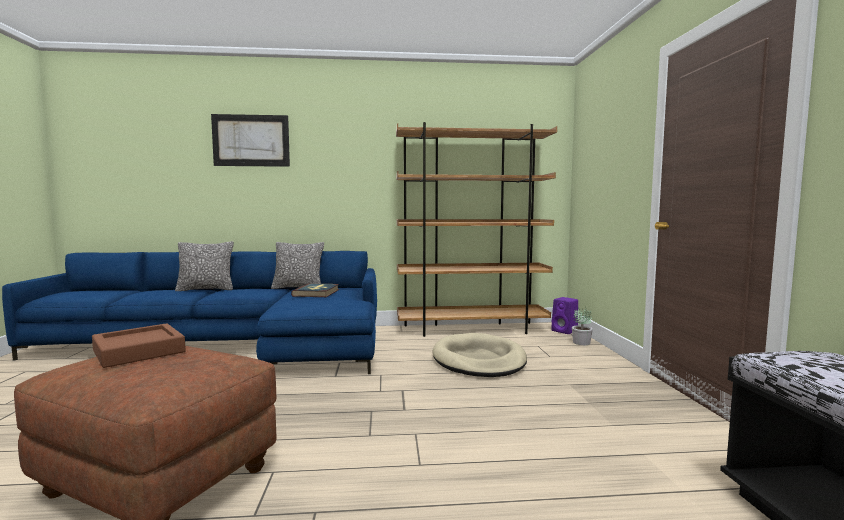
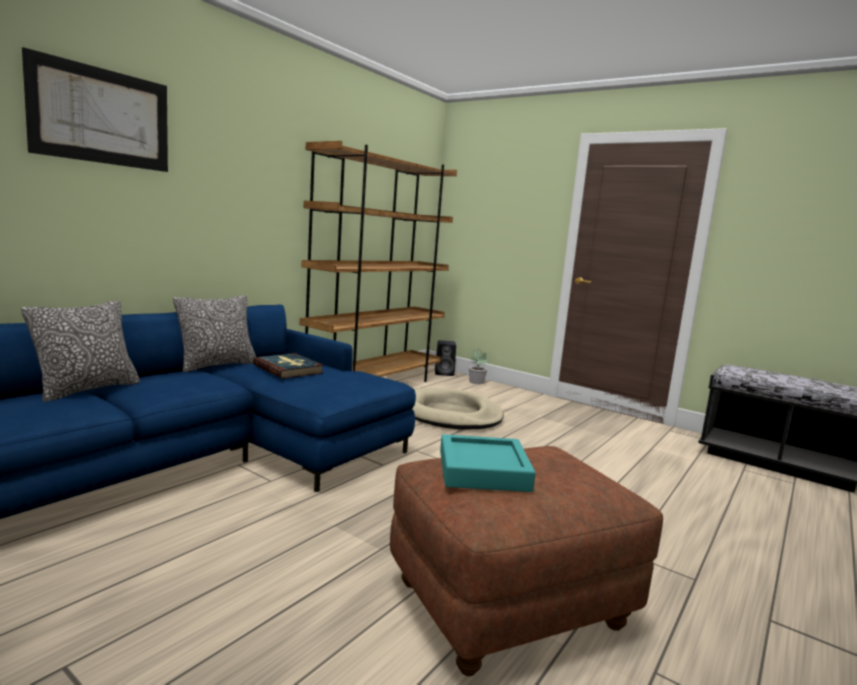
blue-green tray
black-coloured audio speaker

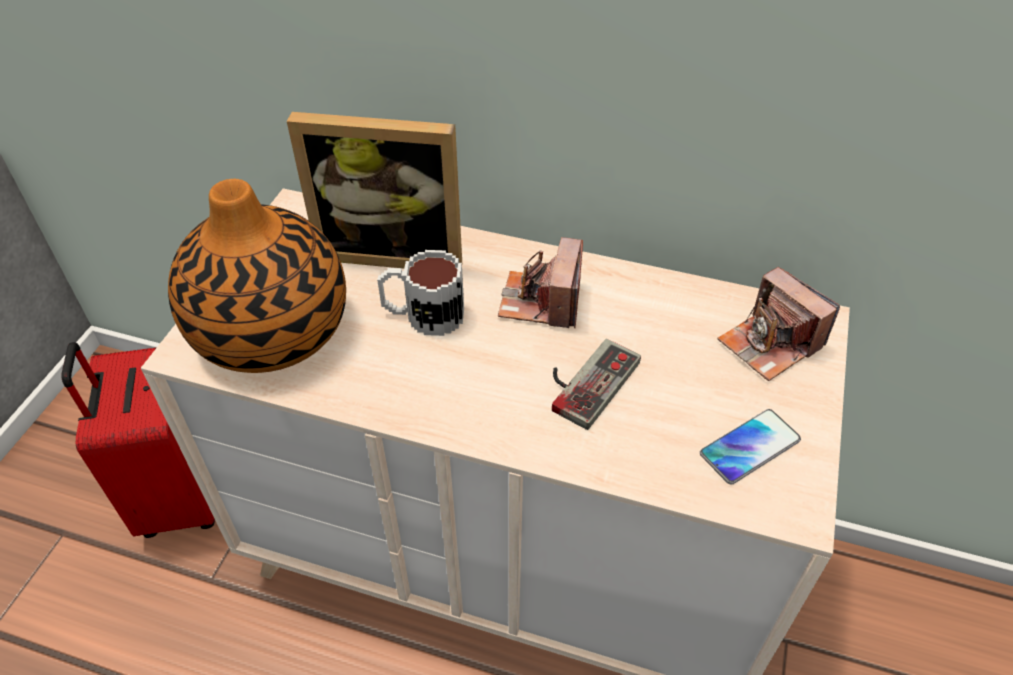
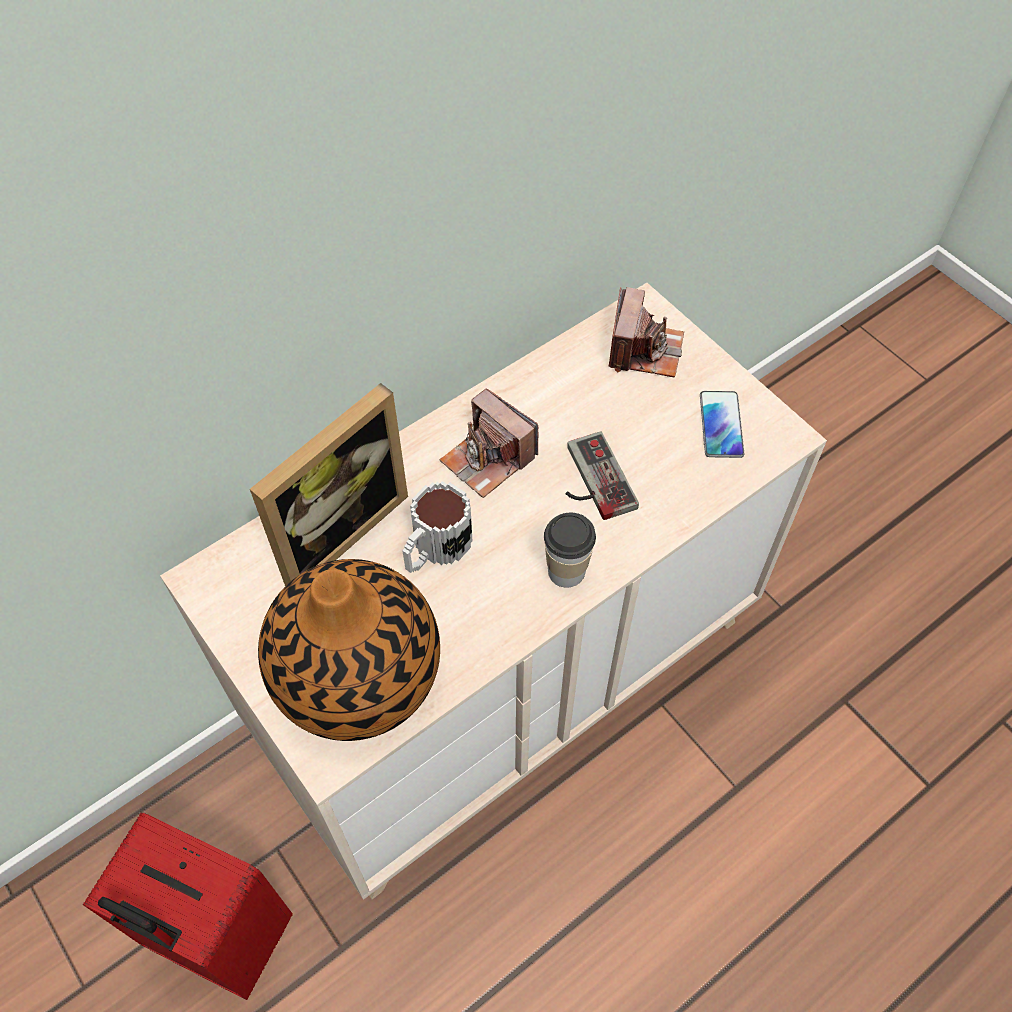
drinking cup
still camera (2nd from left)

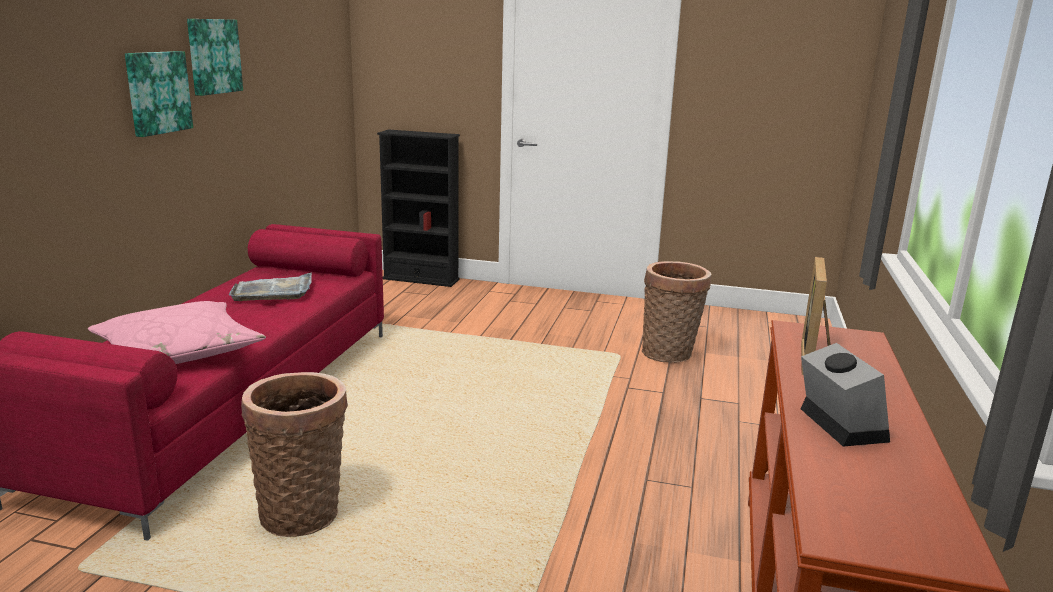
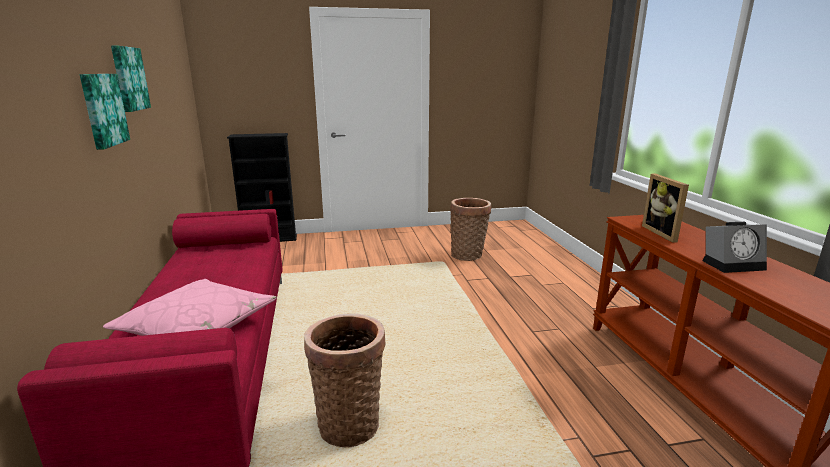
greyish tray
table clock

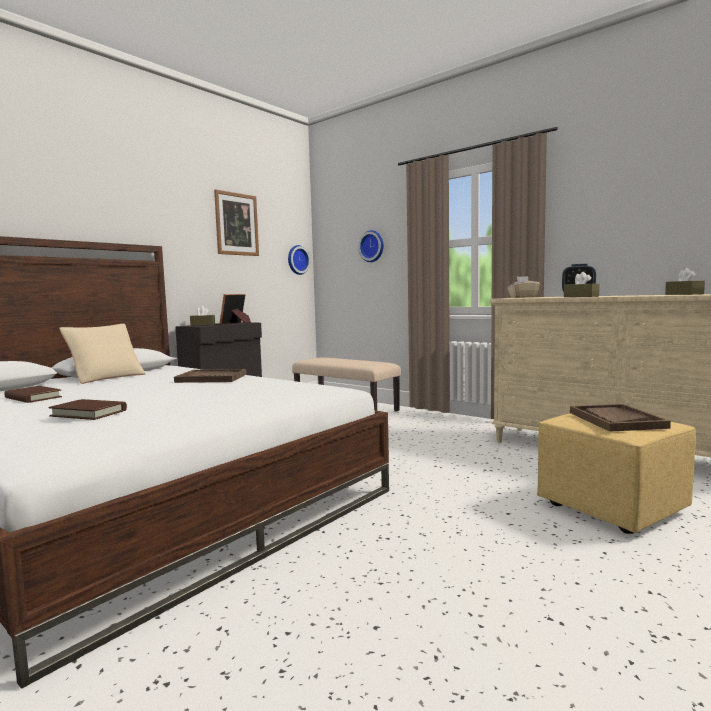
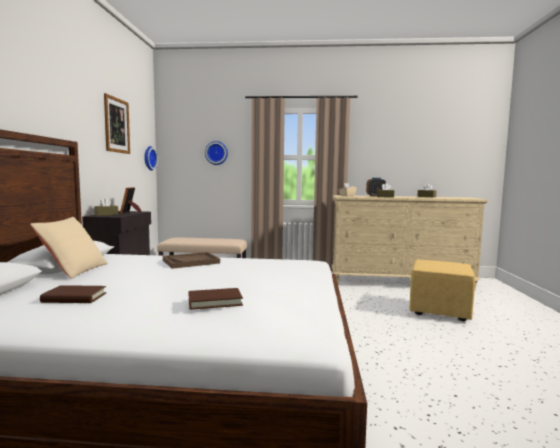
brown tray (2nd from left in the first image)

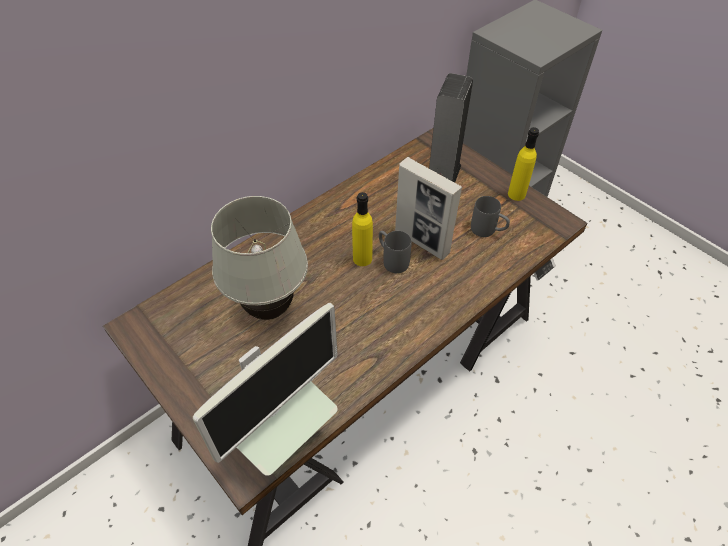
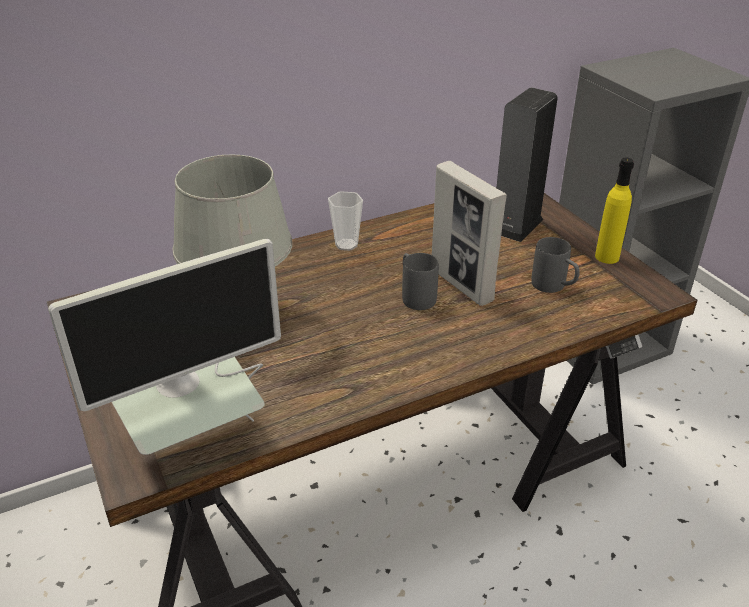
yellow drink bottle (1st from left in the first image)
drinking cup

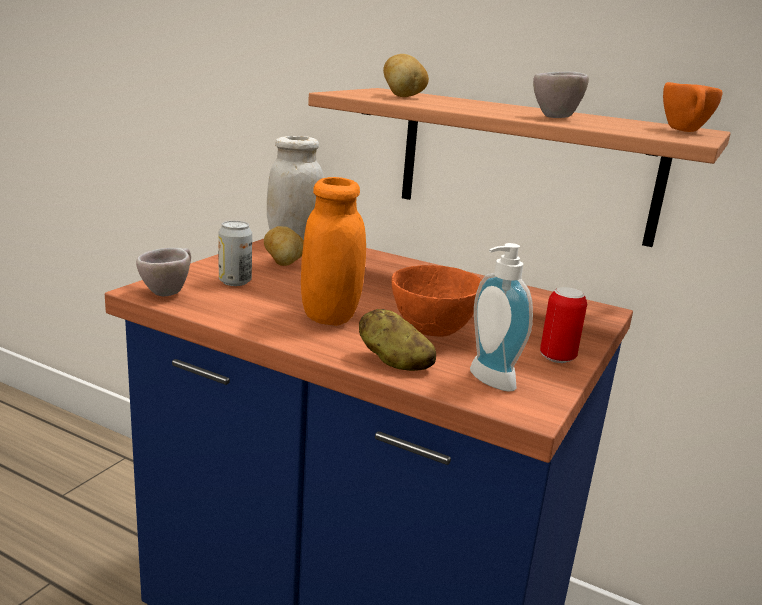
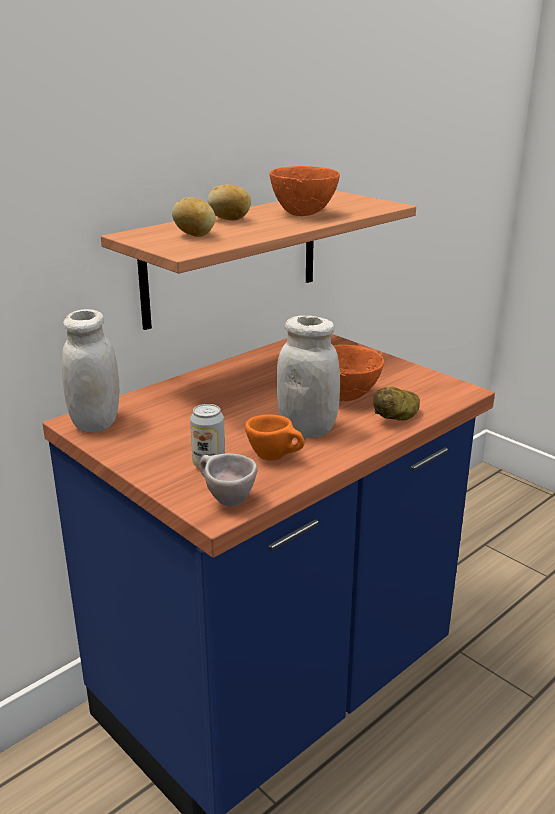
soap dispenser
metal can (2nd from left in the first image)
spud (2nd from left)
orange-coloured drinking cup
orange-coloured serving bowl (1st from left)
white-coloured jar (2nd from left)

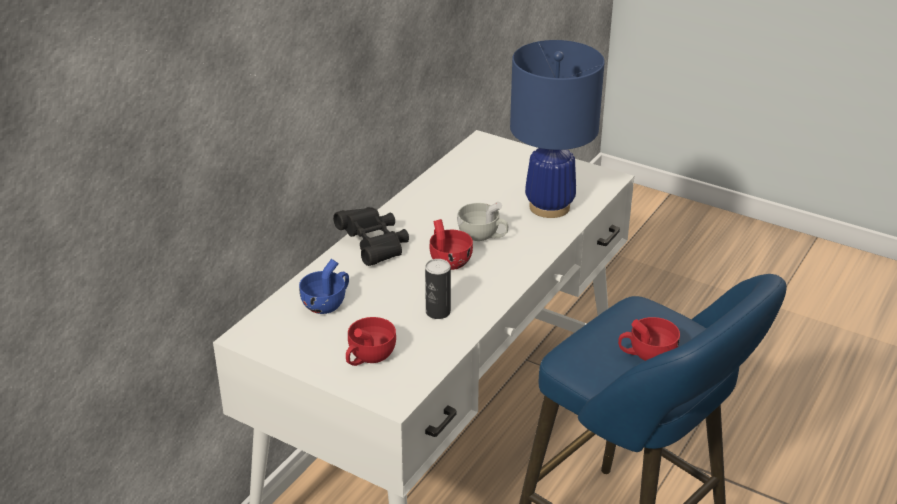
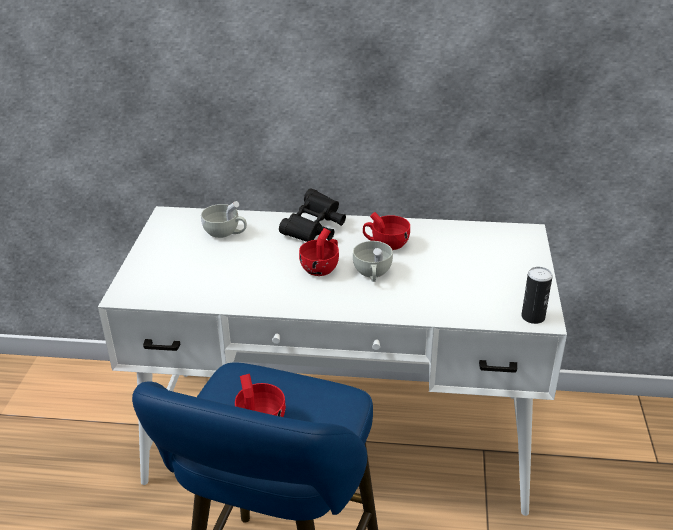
blue-coloured lamp for a table
red drinking cup (3rd from left)
metal can
white-coloured drinking cup (1st from left)

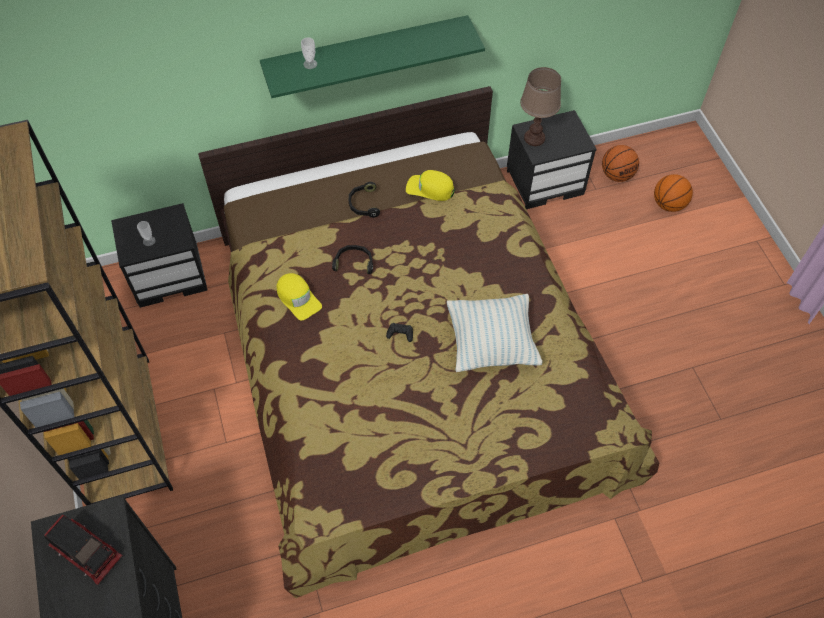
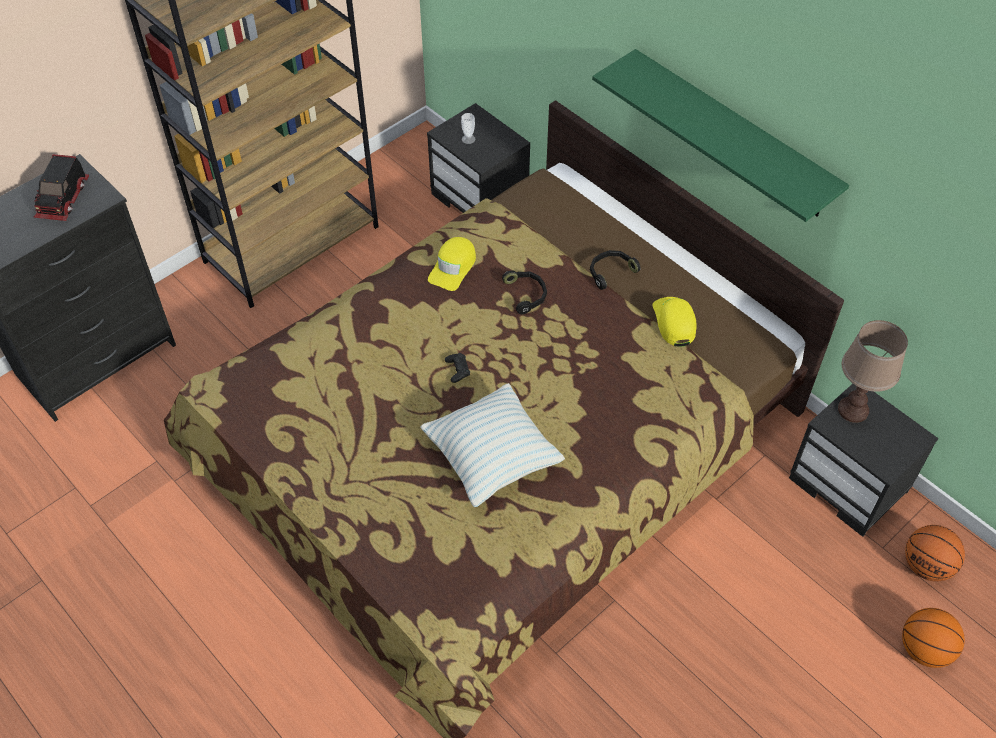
drinking cup (2nd from left in the first image)

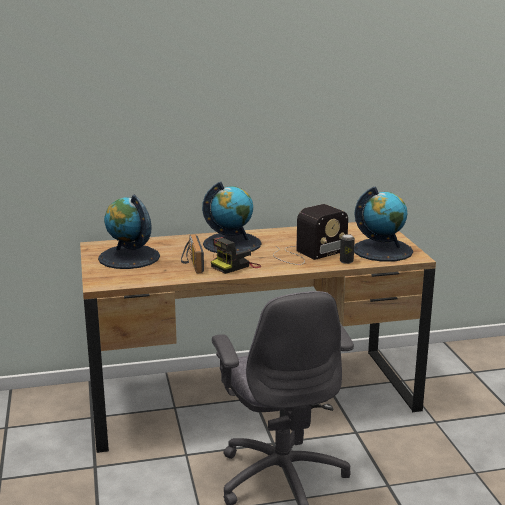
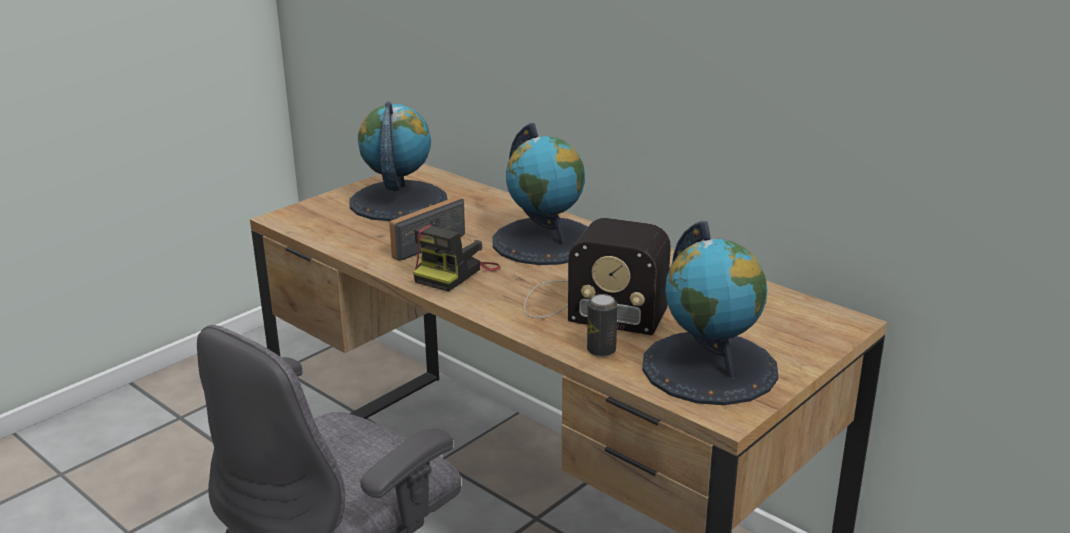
still camera

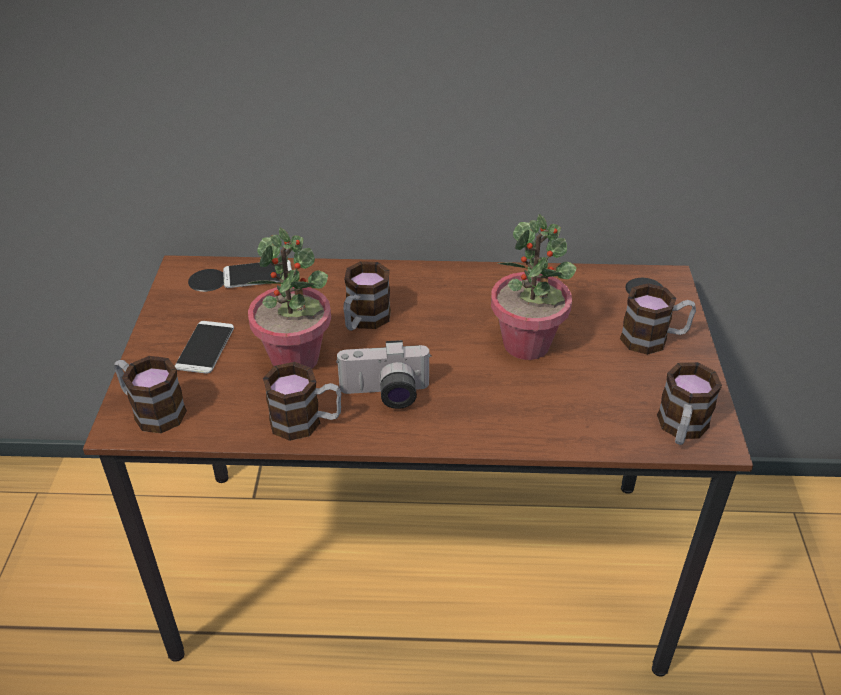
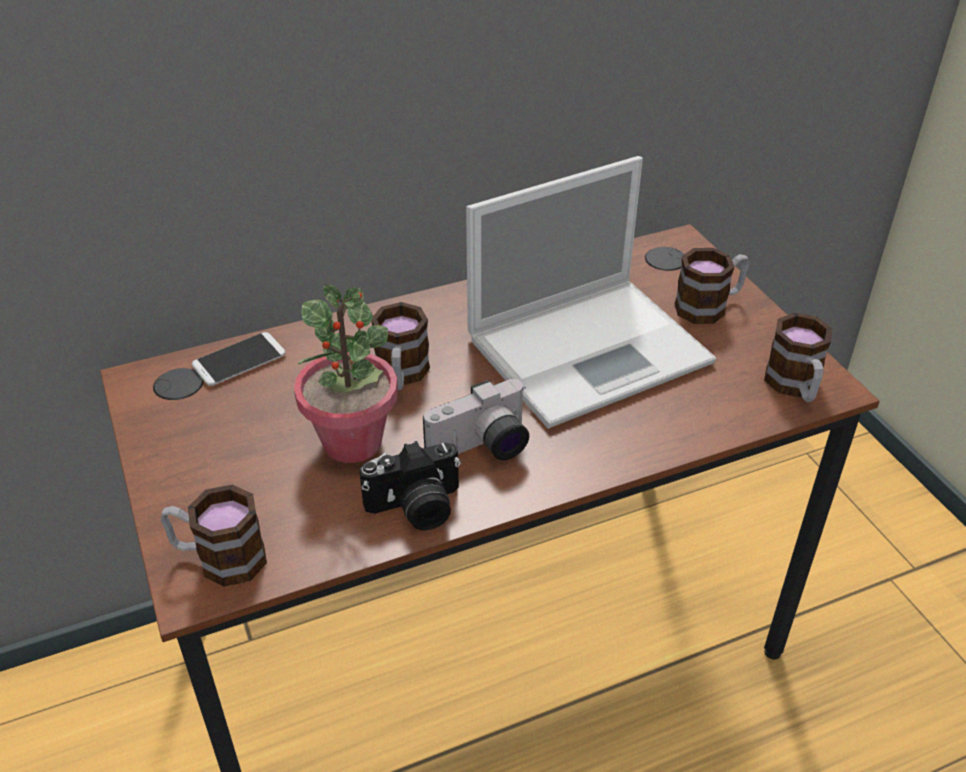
handset (1st from left in the first image)
still camera (1st from left)
portable computer

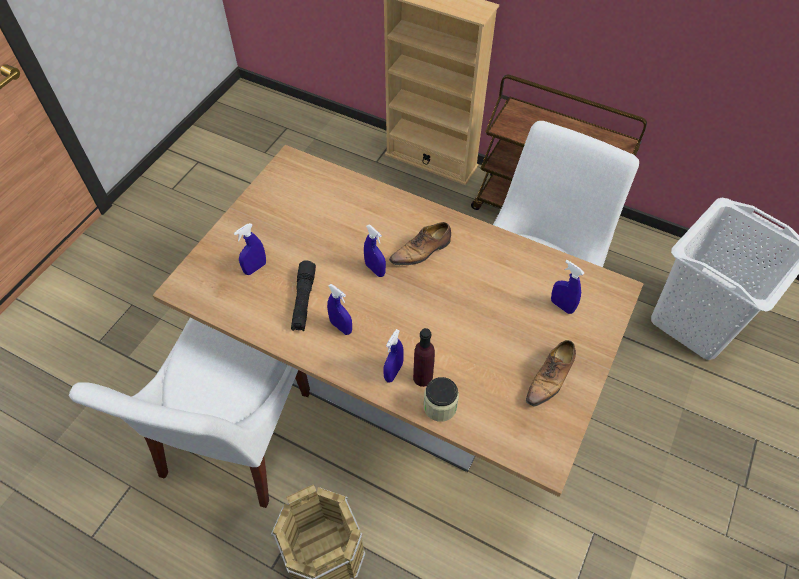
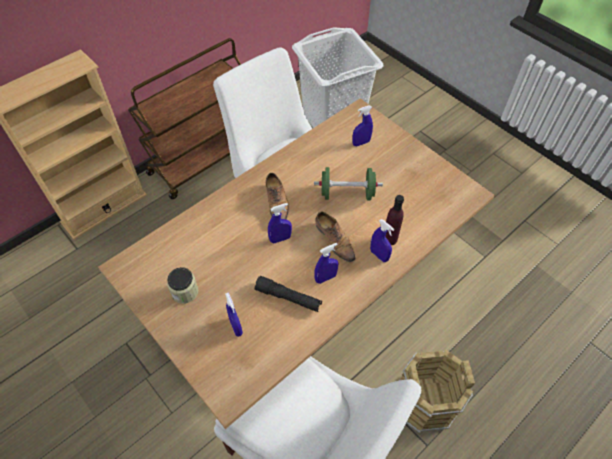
green dumbbell
jar
item of footwear (2nd from left)

